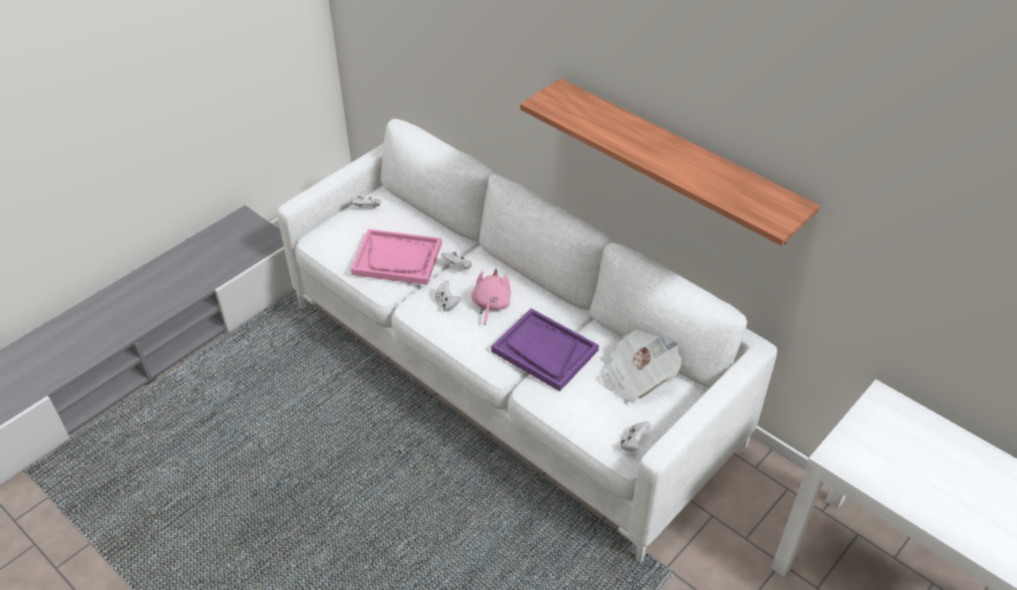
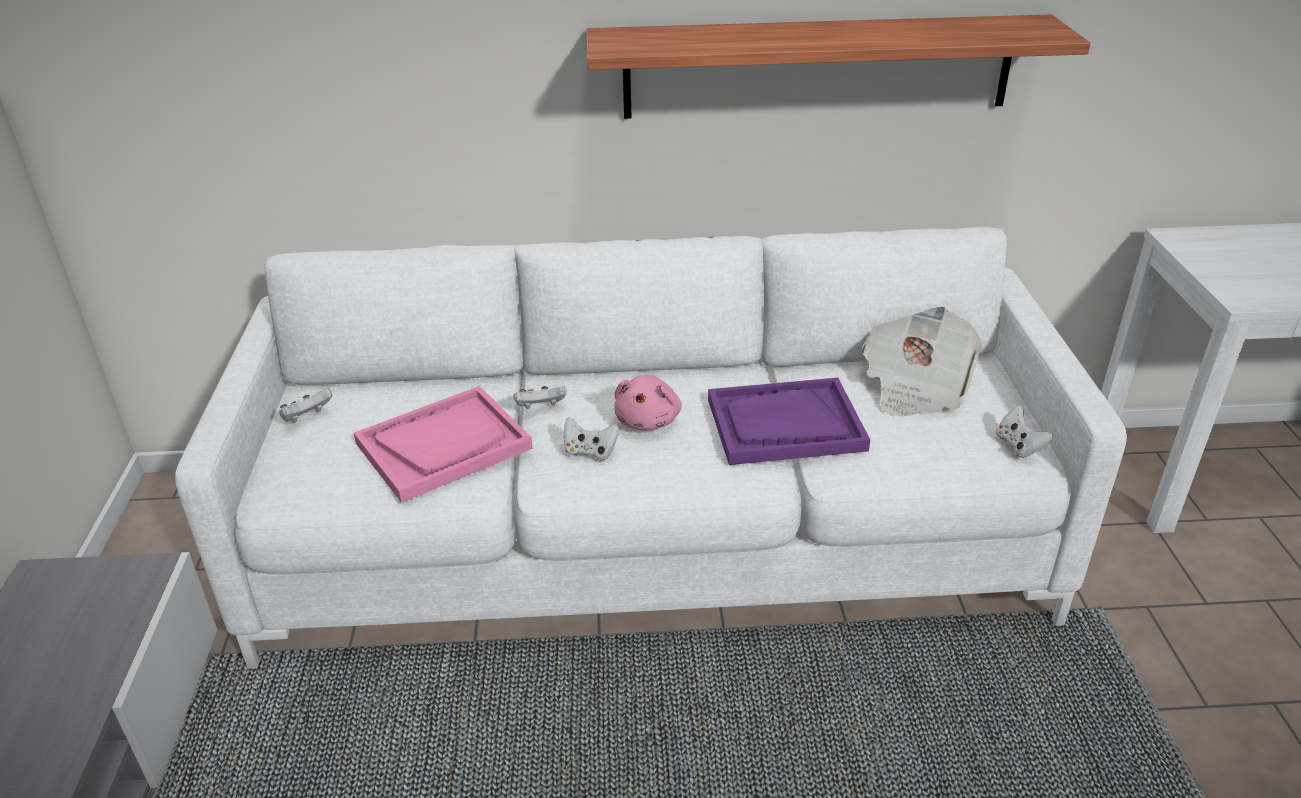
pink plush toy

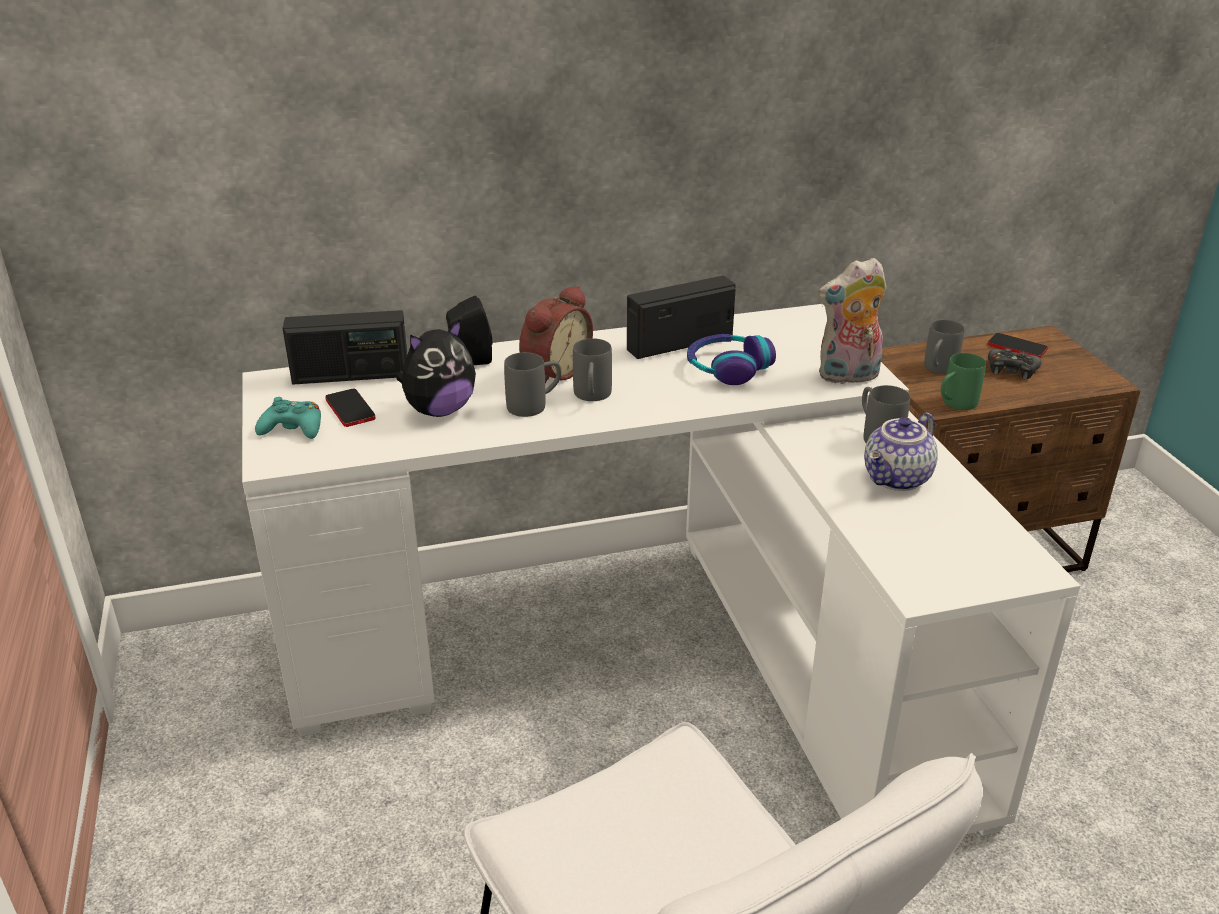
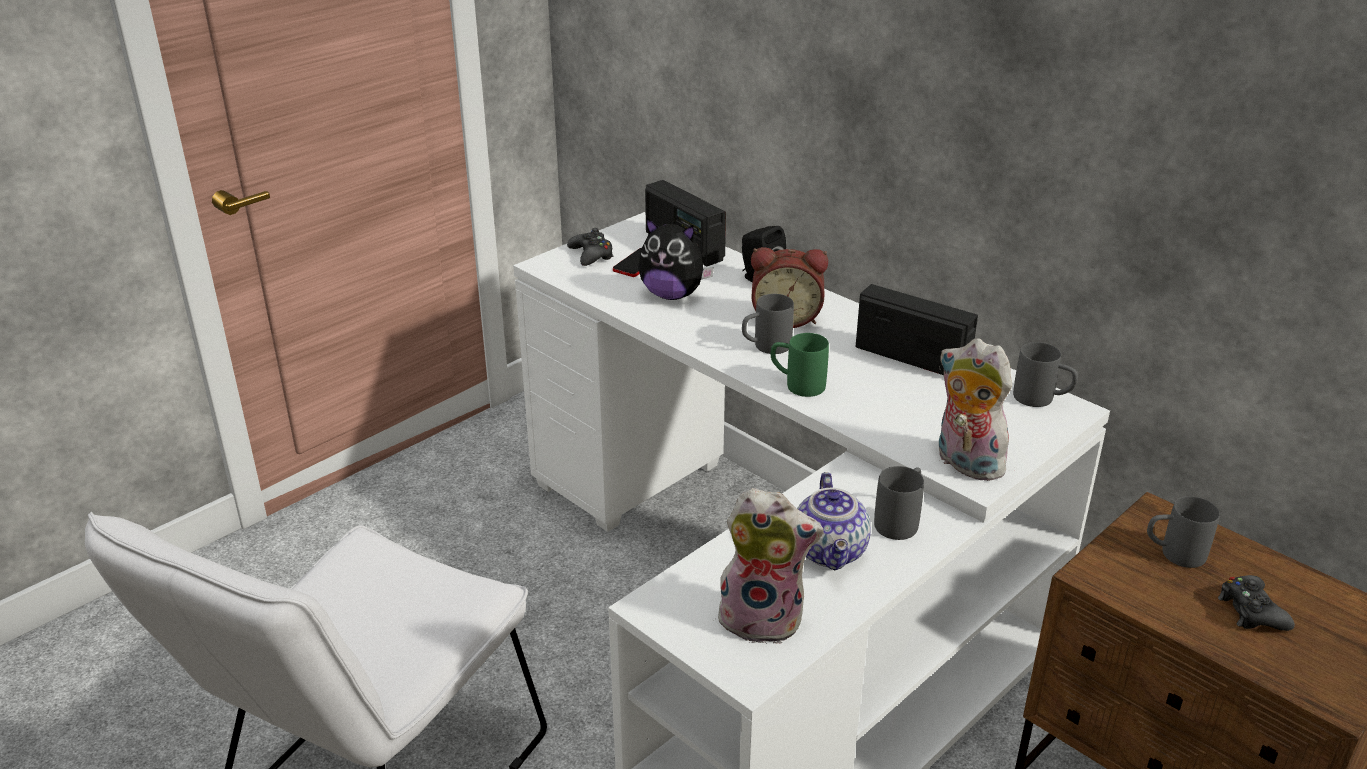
headphones
handset (2nd from left in the first image)
plush toy (2nd from left)
greyish tea mug (3rd from left)
green tea mug
black-coloured joypad (1st from left)
tea pot

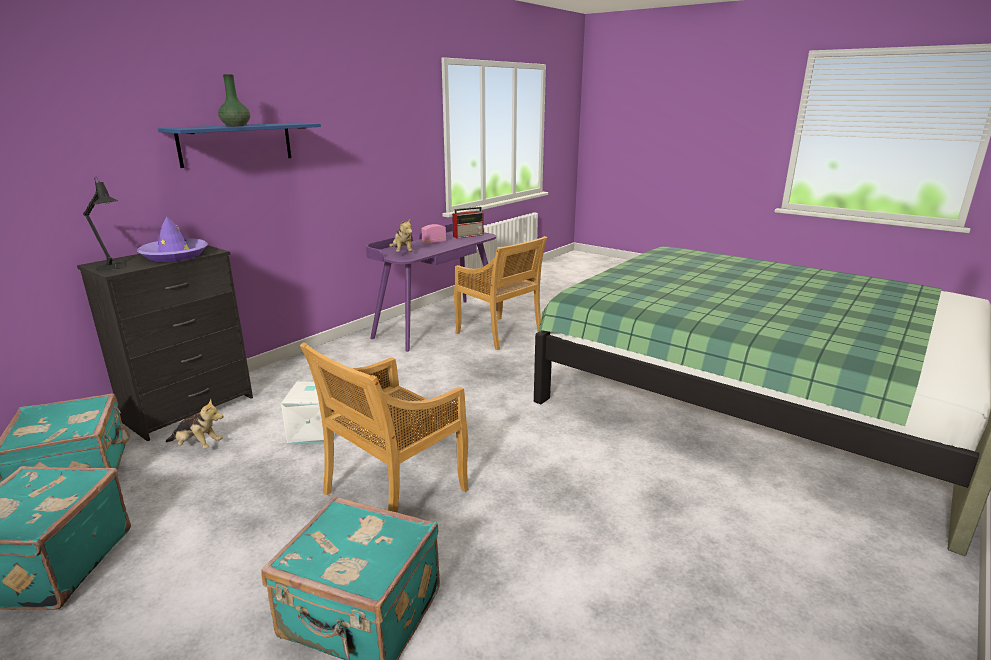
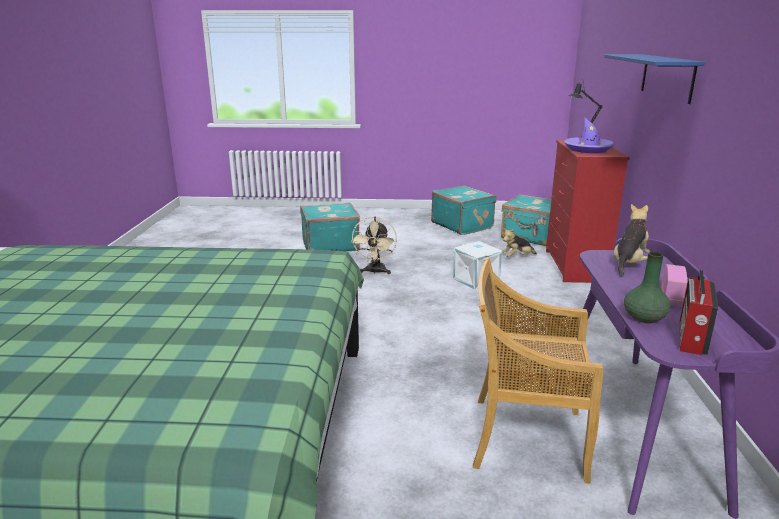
green decorative vase
beige fan
red chest of drawers
plush toy (2nd from left)

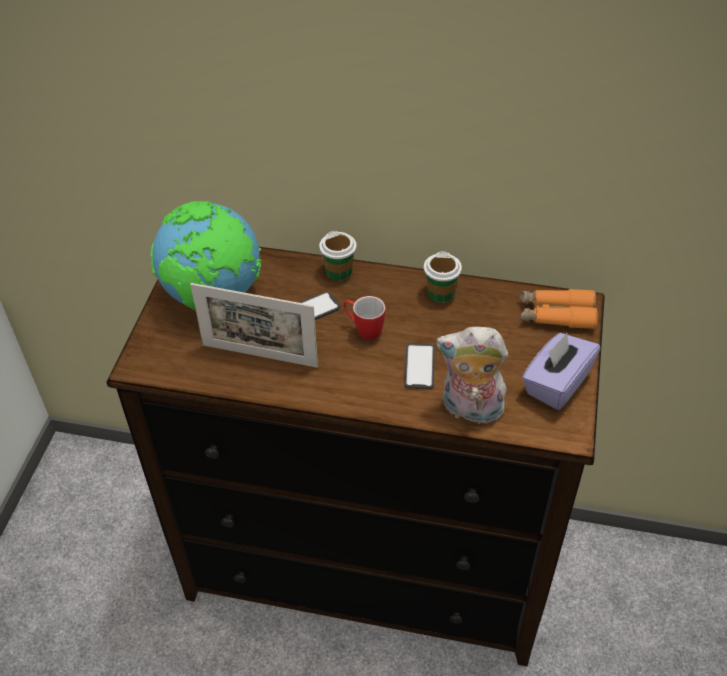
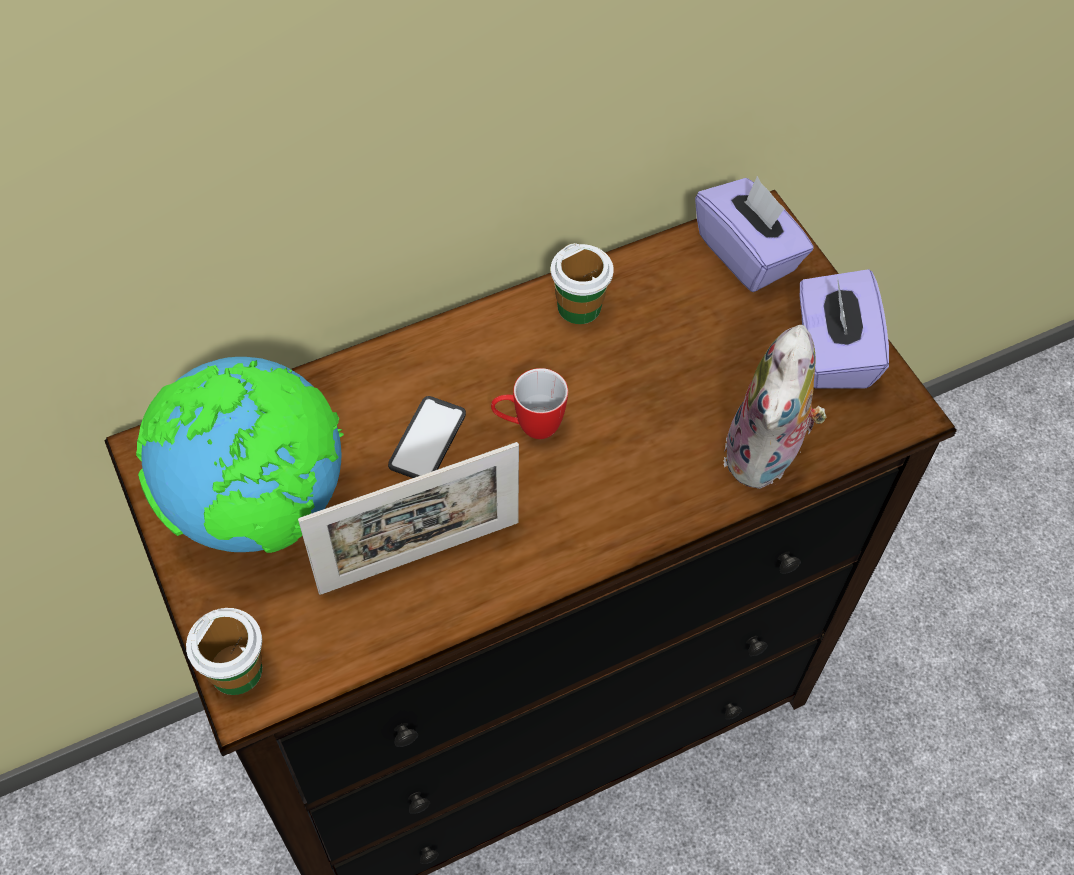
handset (2nd from left in the first image)
drinking cup (1st from left)
purple box of tissues (1st from left)
plush toy

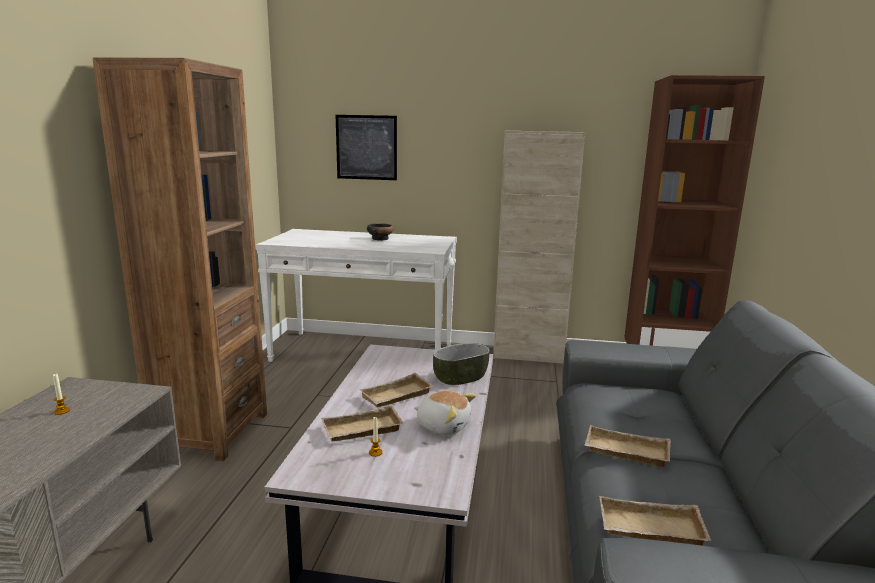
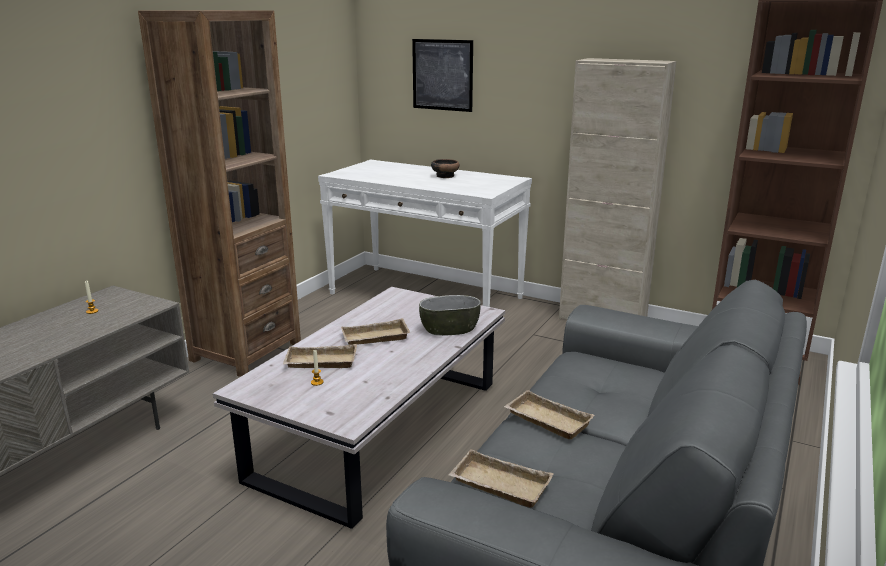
plush toy

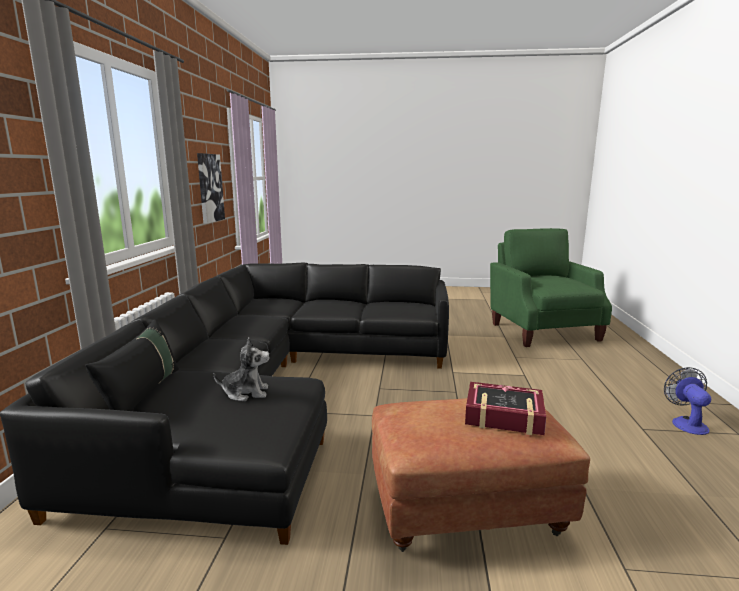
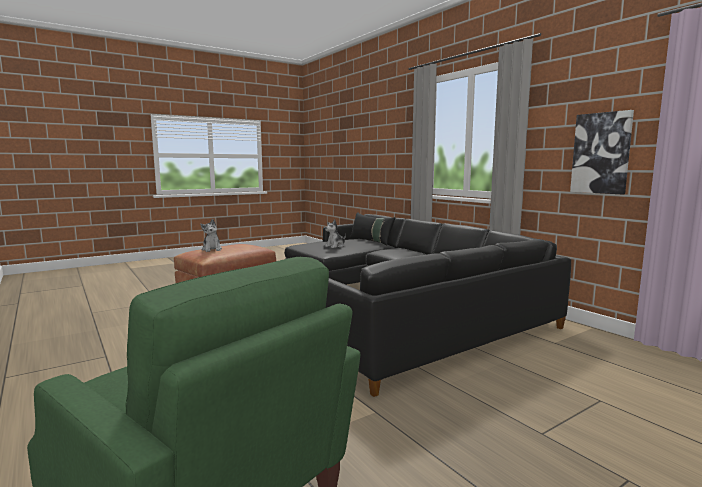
fan
plush toy (1st from left)

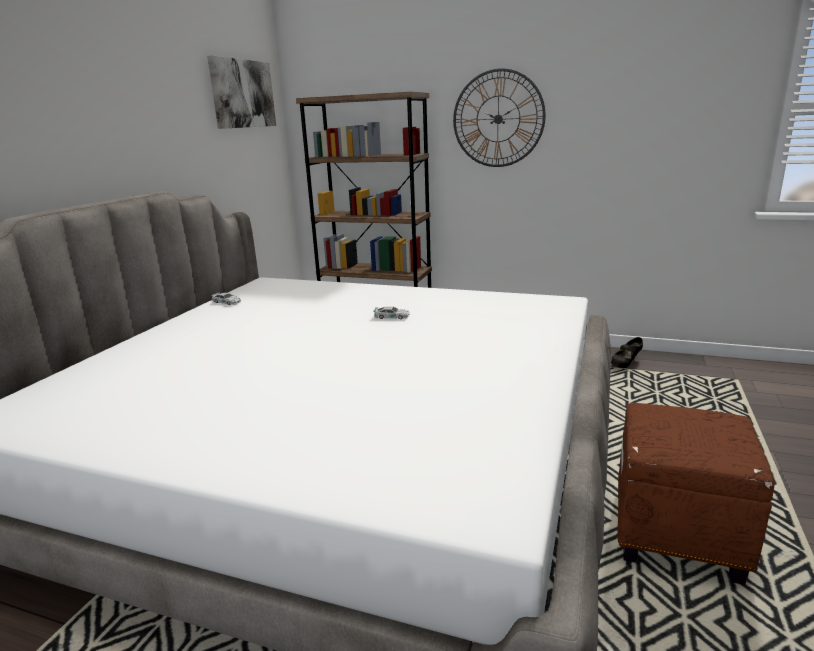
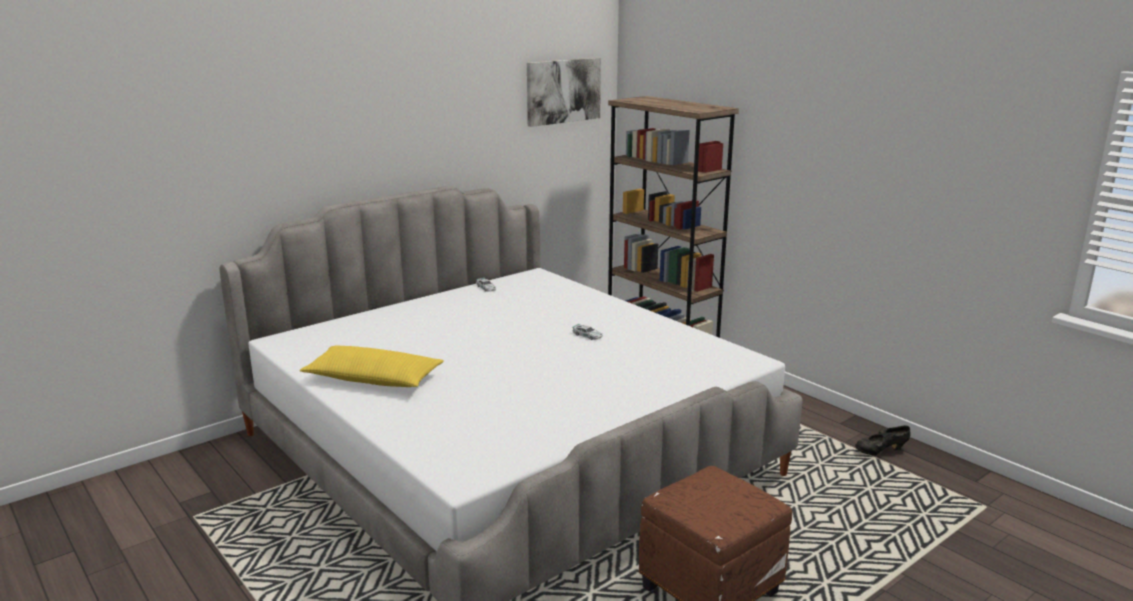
wall clock
yellow throw pillow

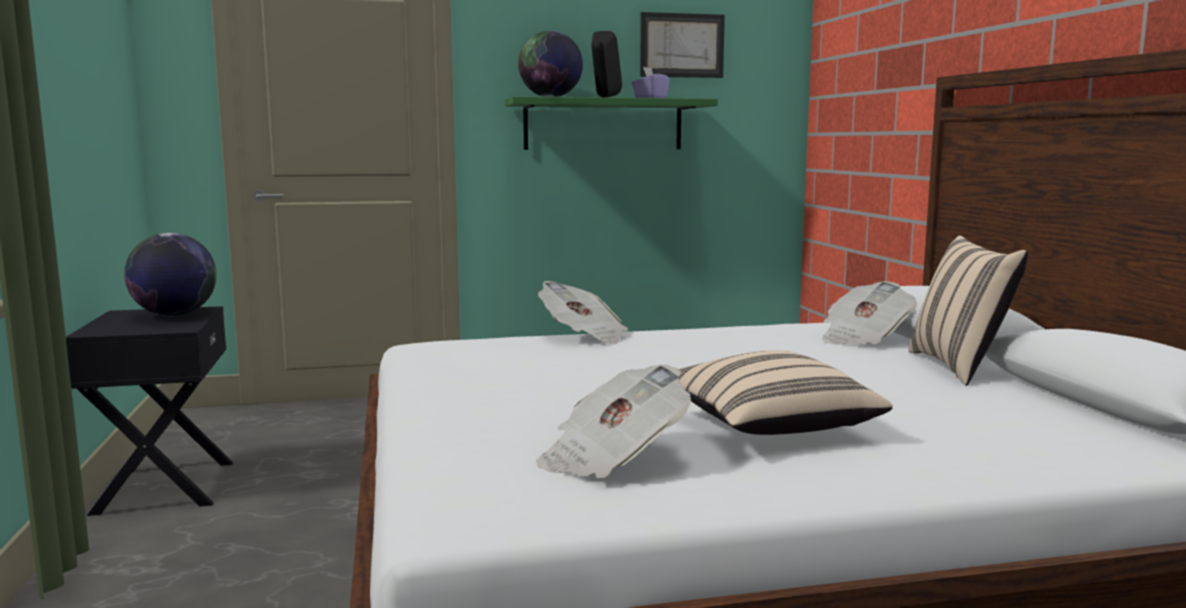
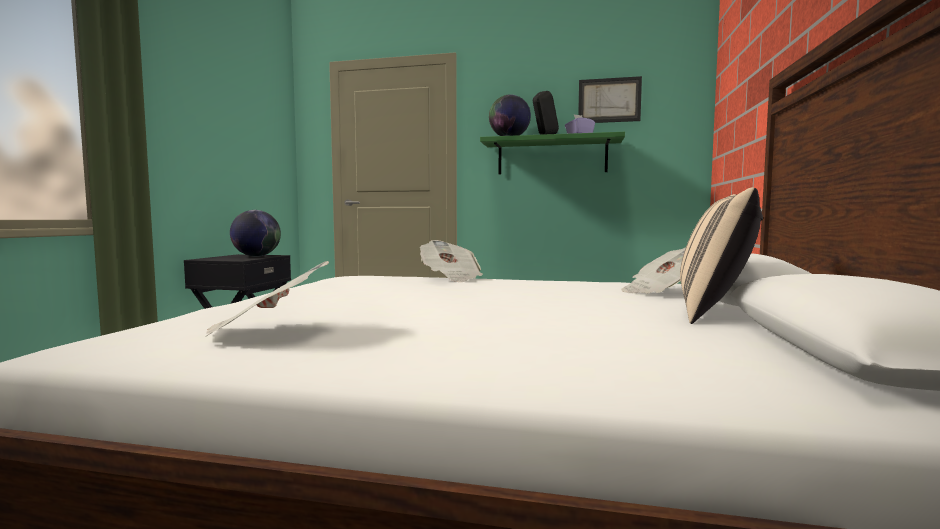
beige throw pillow (1st from left in the first image)

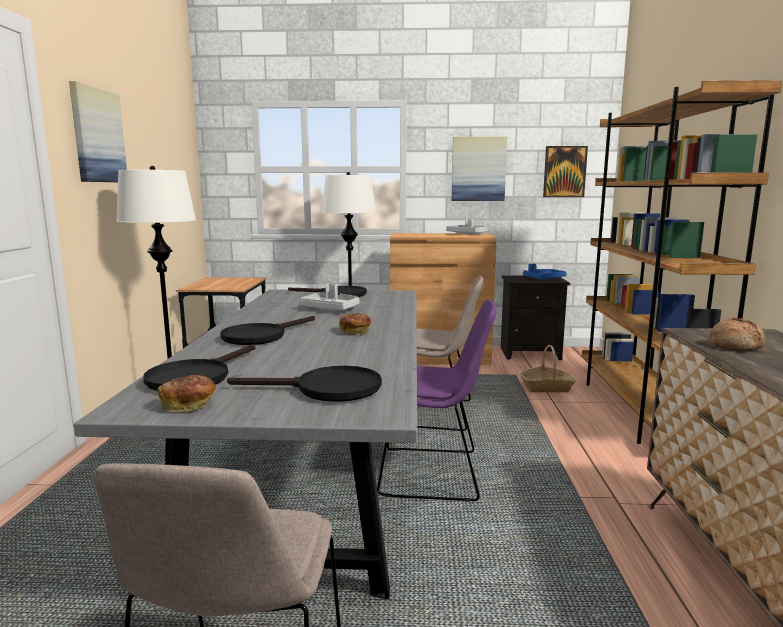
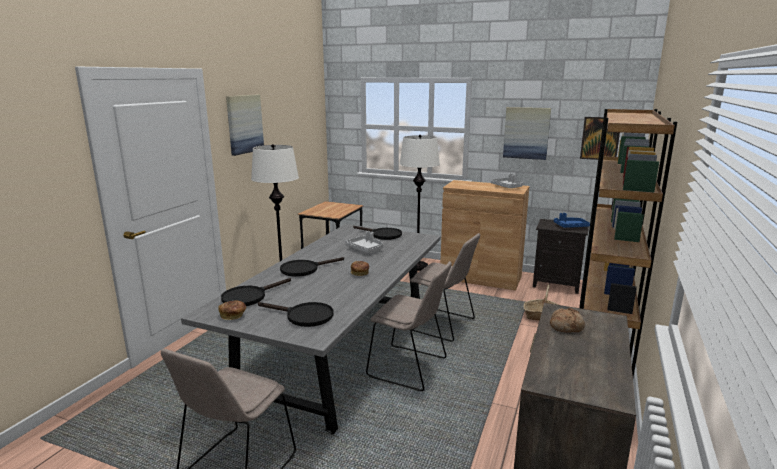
beige upright chair (2nd from left)

